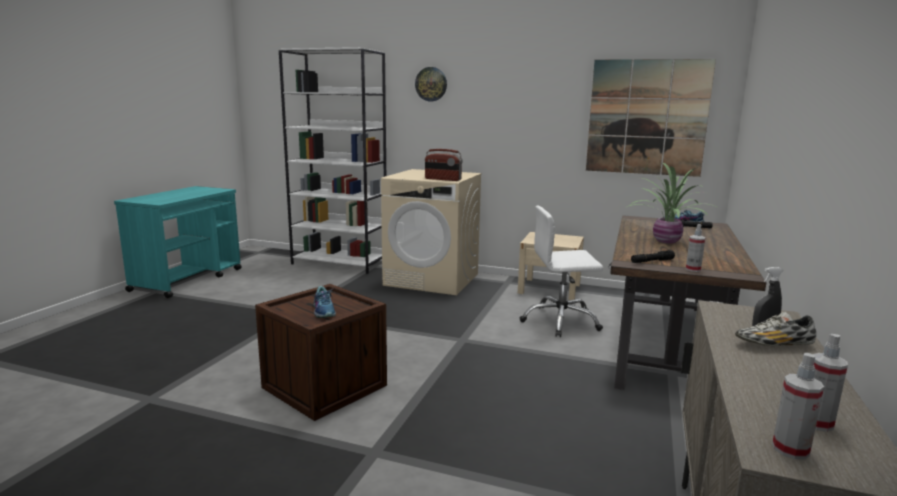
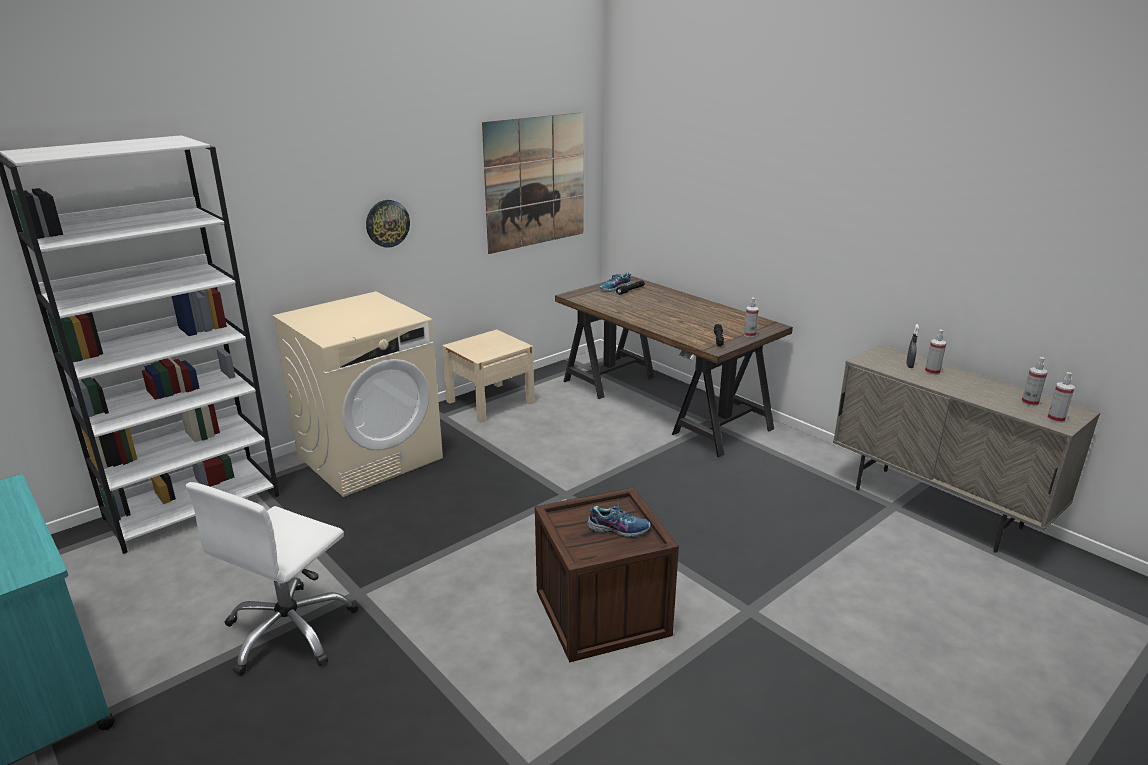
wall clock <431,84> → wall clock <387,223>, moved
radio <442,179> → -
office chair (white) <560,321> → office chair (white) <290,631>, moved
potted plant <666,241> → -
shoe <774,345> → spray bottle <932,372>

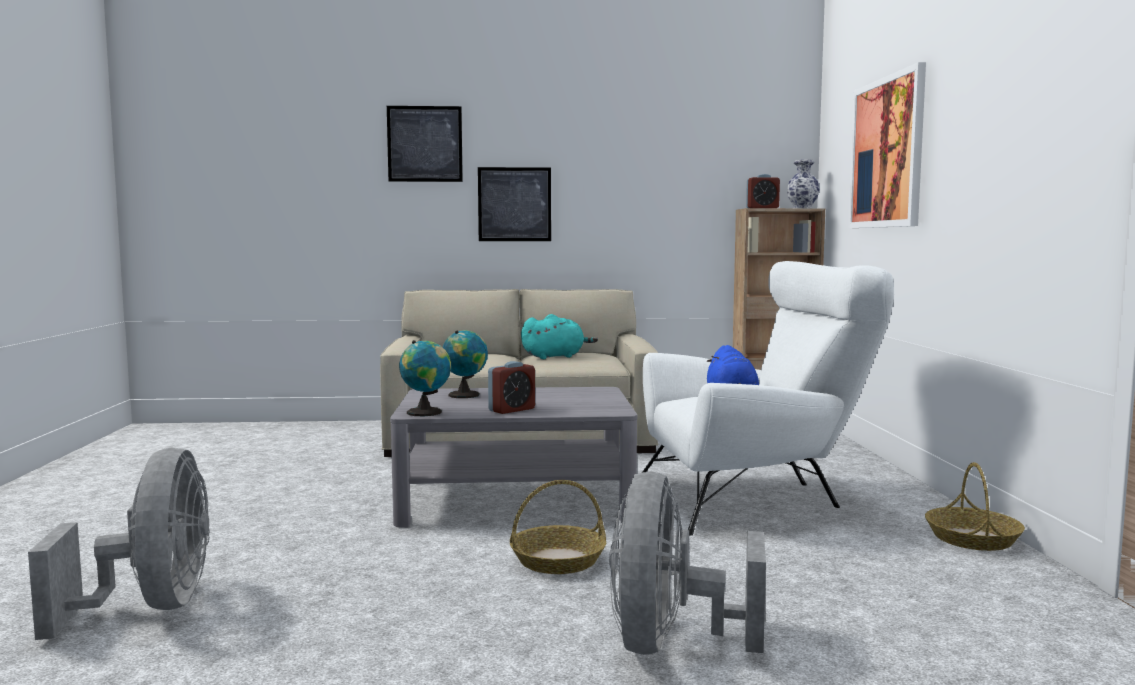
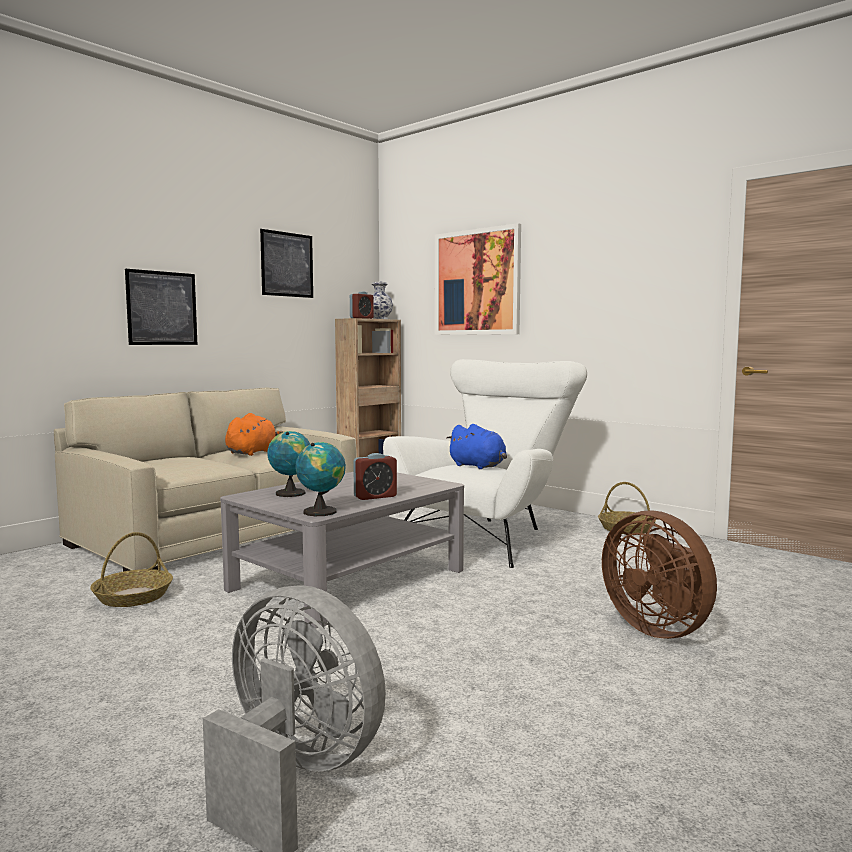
picture <425,144> → picture <287,264>, moved
alarm clock <512,410> → alarm clock <375,496>, 60 degrees clockwise
basket <558,560> → basket <133,596>, moved
plush toy (turquoise) <555,357> → plush toy (orange) <252,452>
fan (grey) <670,643> → fan (brown) <660,628>

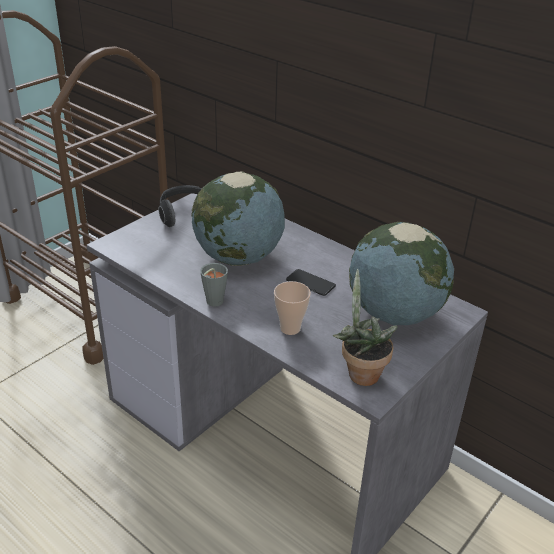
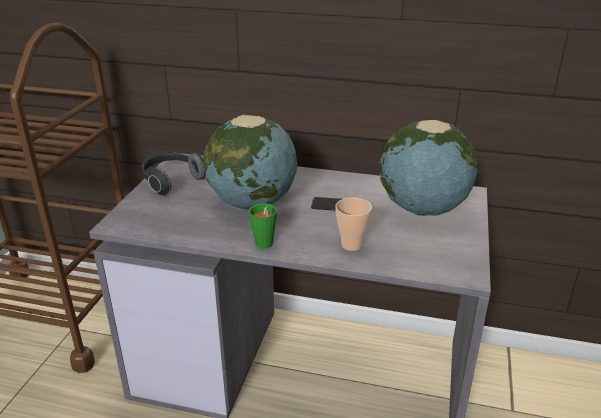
cup (grey) <212,303> → cup (green) <263,246>
potted plant <360,372> → -

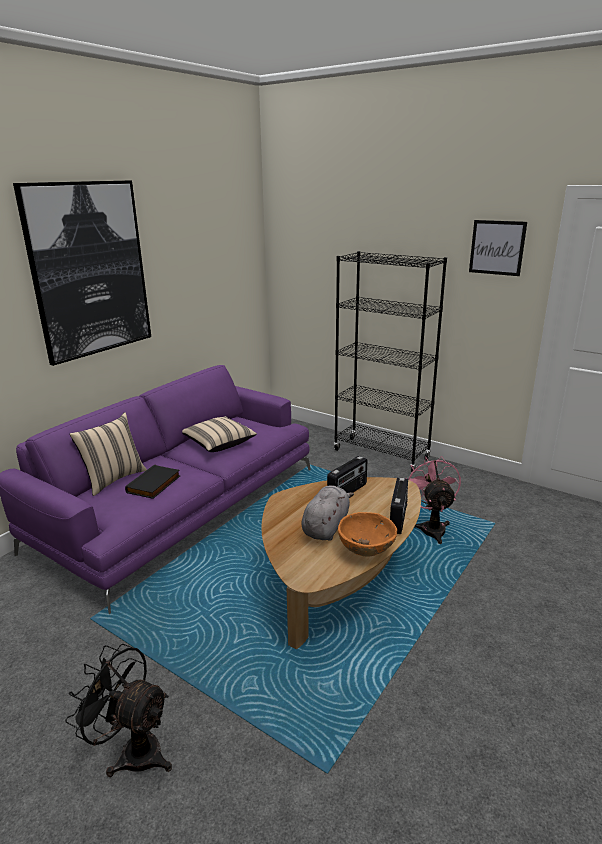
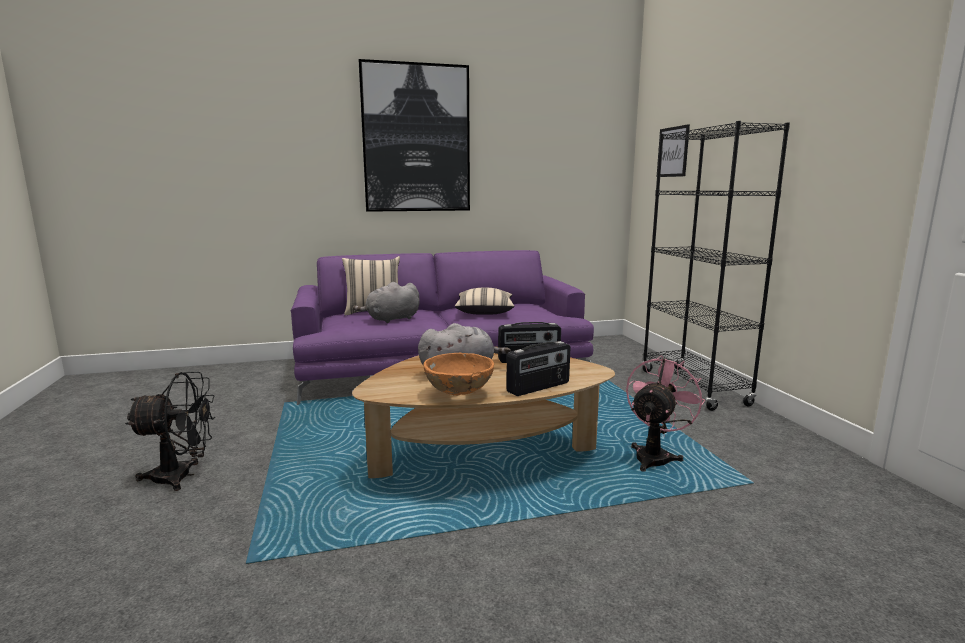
fan (black) <133,751> → fan (black) <182,476>, 105 degrees clockwise
book (black) <154,484> → plush toy (grey) <391,319>
picture <497,247> → picture <673,152>, moved

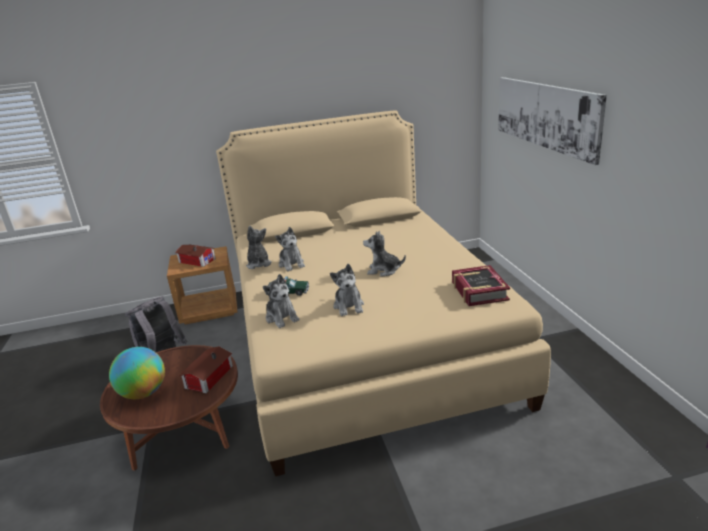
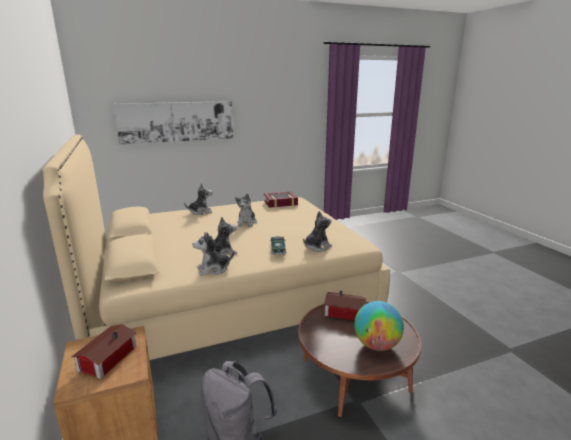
plush toy <349,306> → plush toy <200,212>, moved

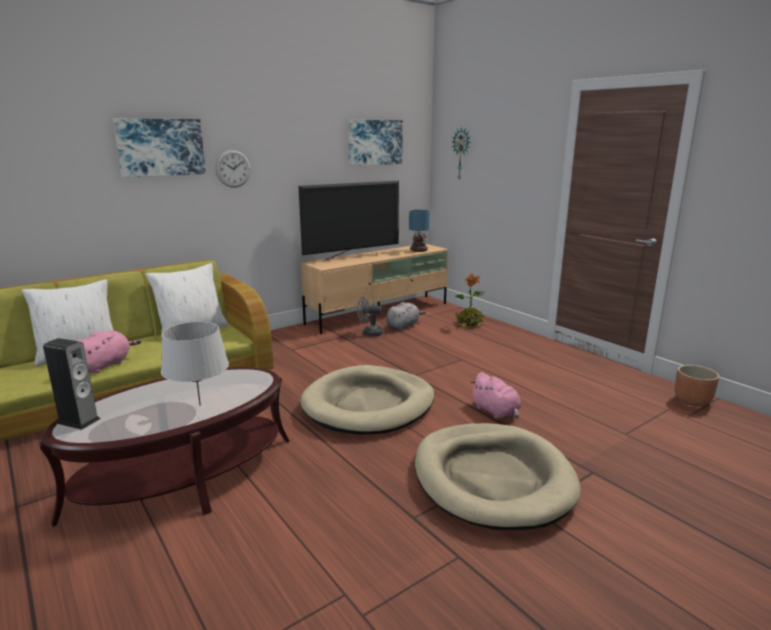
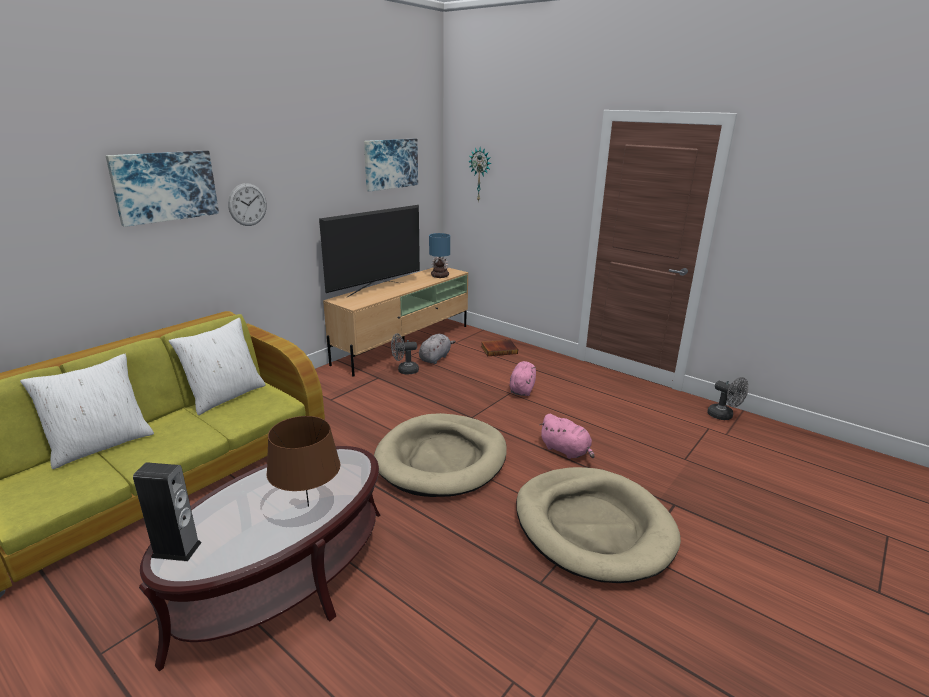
plush toy (pink) <105,365> → plush toy (pink) <522,389>, moved
table lamp (grey) <200,405> → table lamp (brown) <308,506>
potted plant <469,324> → book <499,349>
planter (brown) <692,401> → fan (grey) <724,416>

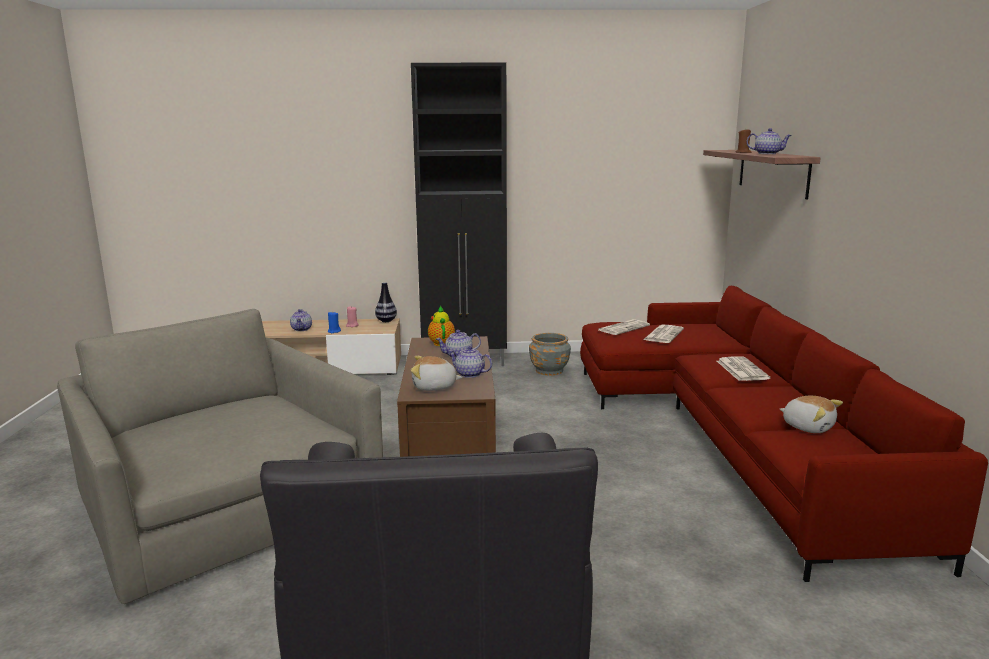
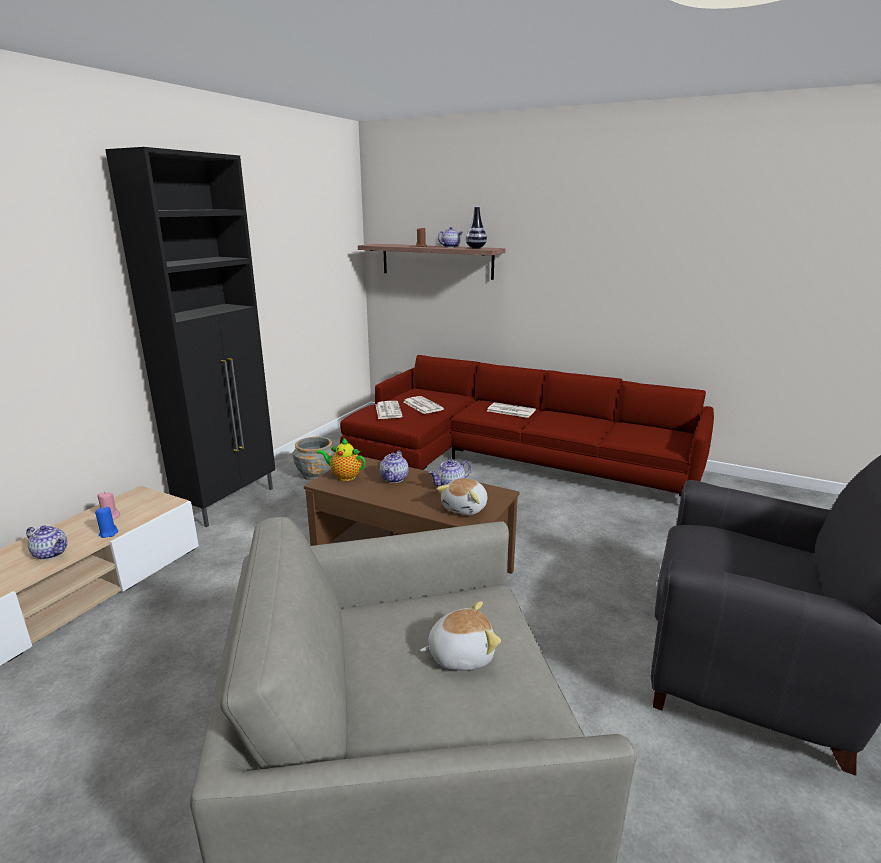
vase <386,321> → vase <476,248>, moved
plush toy <808,427> → plush toy <460,654>, moved

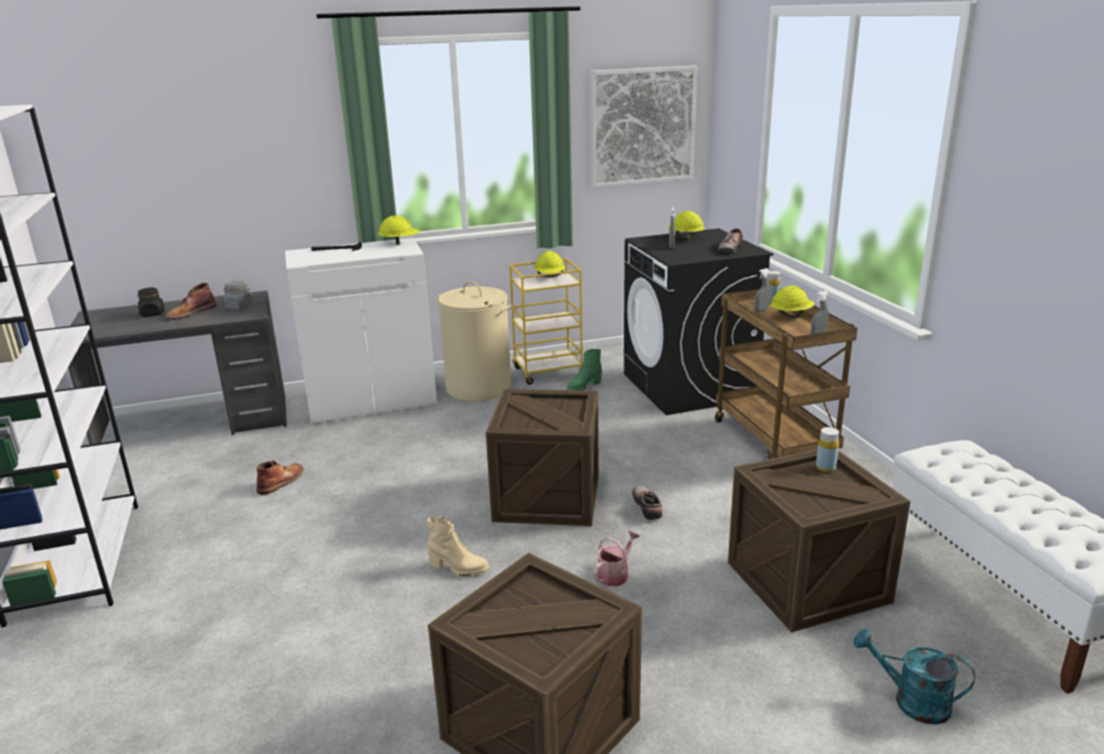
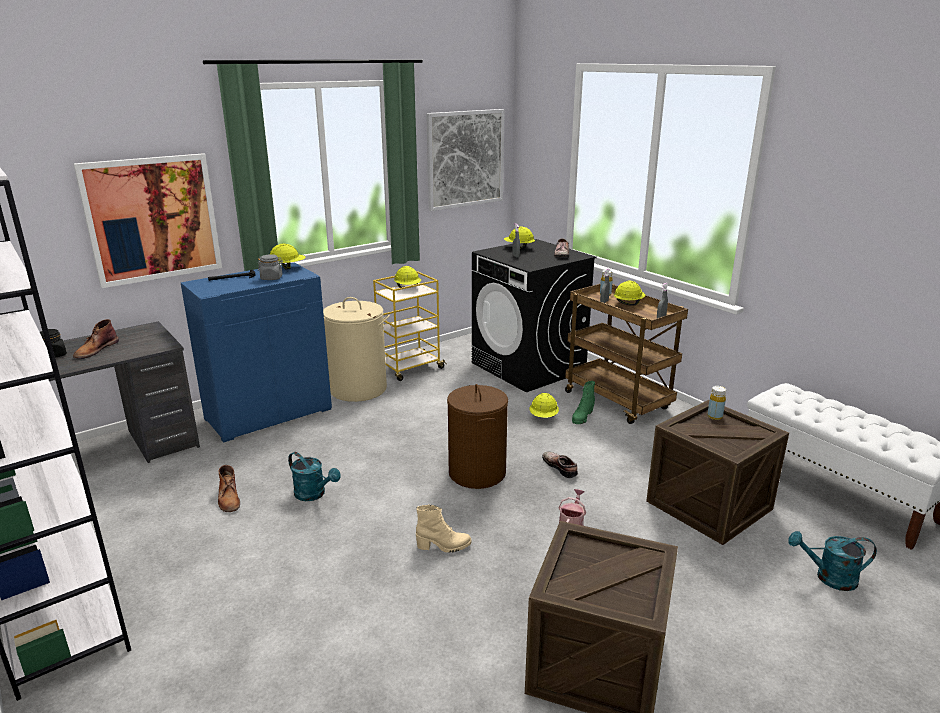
jar (grey) <239,307> → jar (grey) <271,278>, moved
boot (brown) <281,481> → boot (brown) <229,498>, 150 degrees clockwise
cabinet (white) <372,402> → cabinet (blue) <269,413>
crate <547,497> → laundry basket (brown) <477,473>
boot (green) <584,387> → boot (green) <582,417>, moved
- → picture <152,219>
- → watering can (turquoise) <314,494>
- → hard hat (yellow) <543,417>

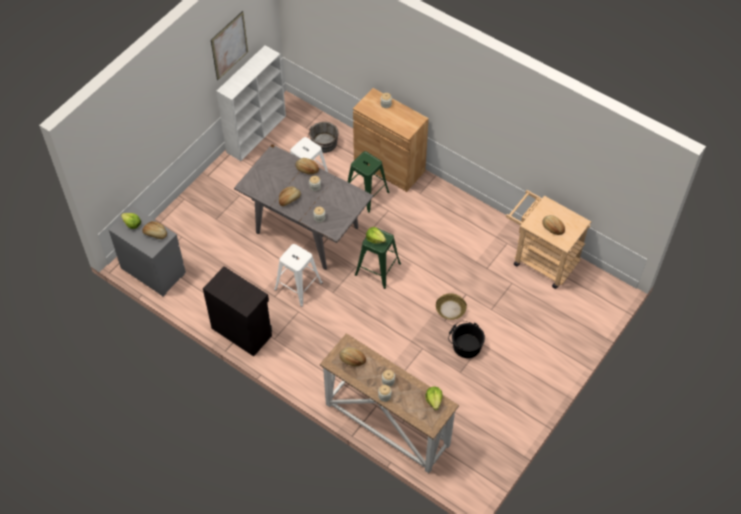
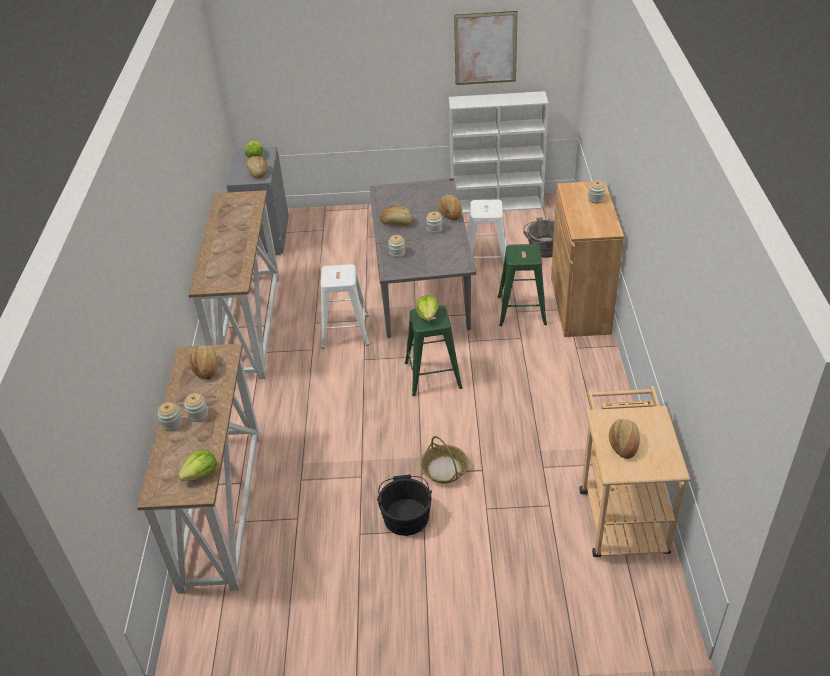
cabinet (black) <242,331> → console table <249,325>

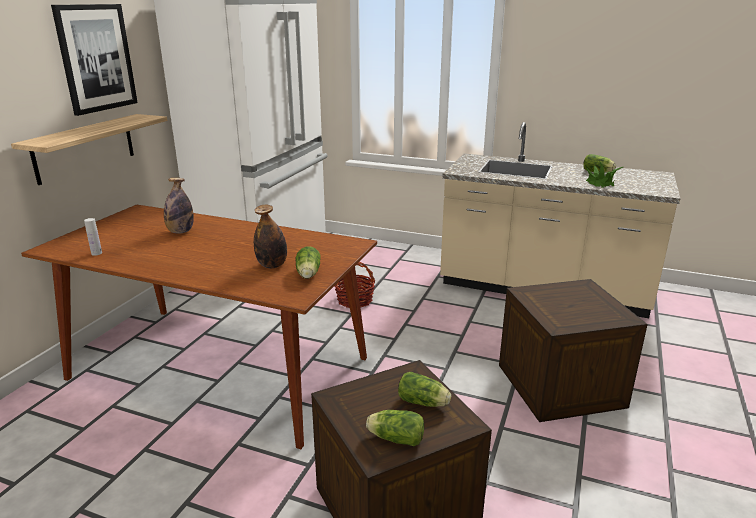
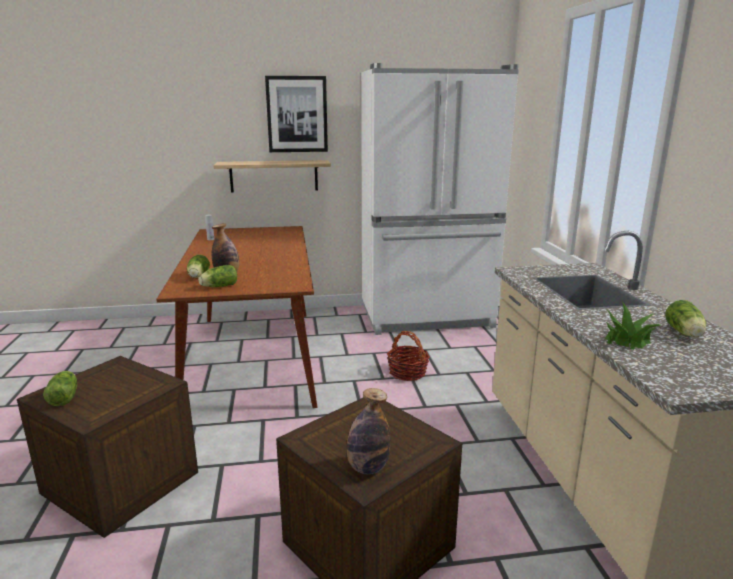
bottle <180,232> → bottle <367,468>, moved
lettuce <424,403> → lettuce <198,276>, moved

